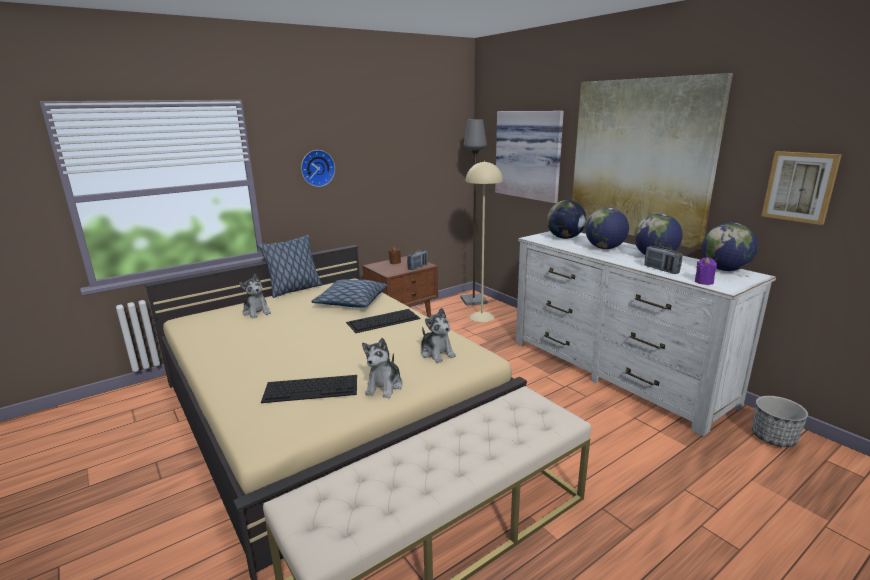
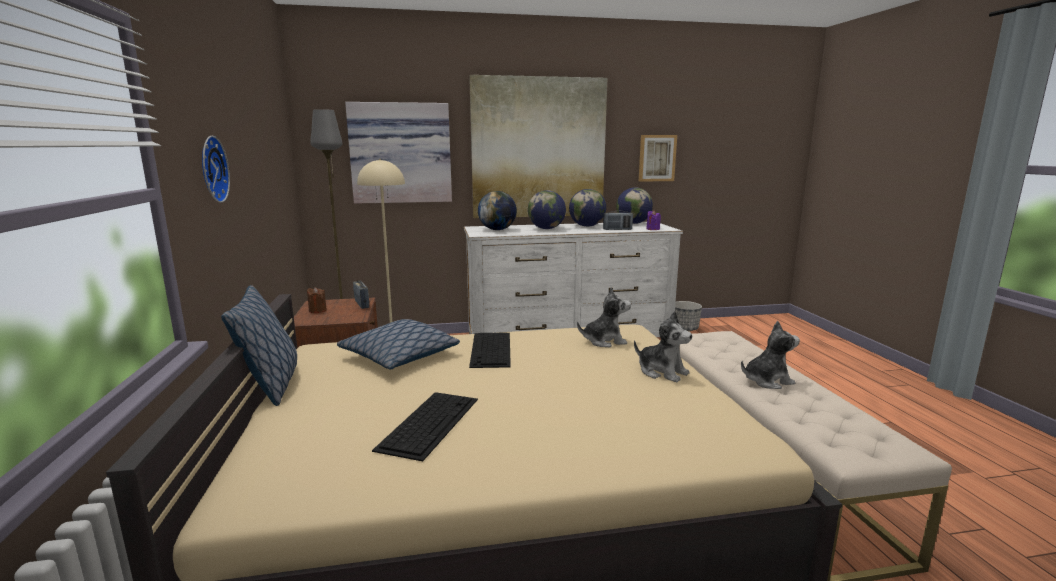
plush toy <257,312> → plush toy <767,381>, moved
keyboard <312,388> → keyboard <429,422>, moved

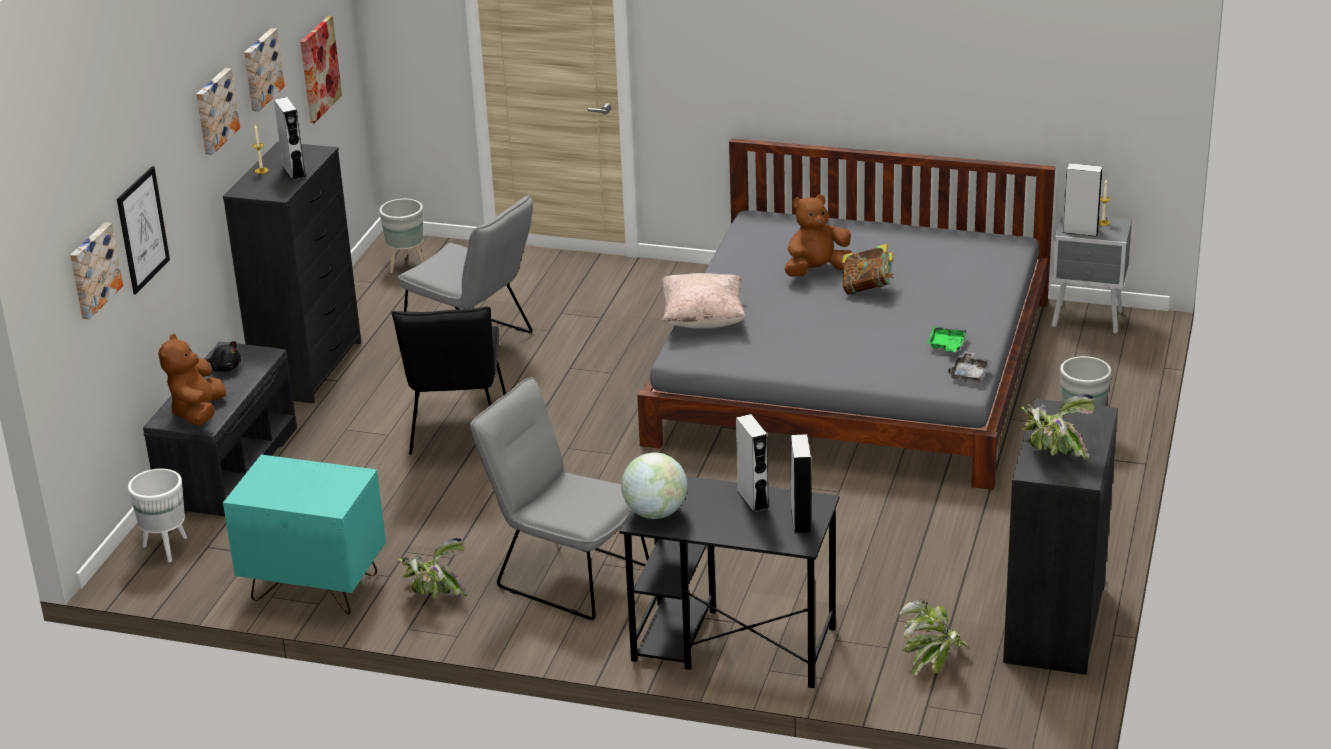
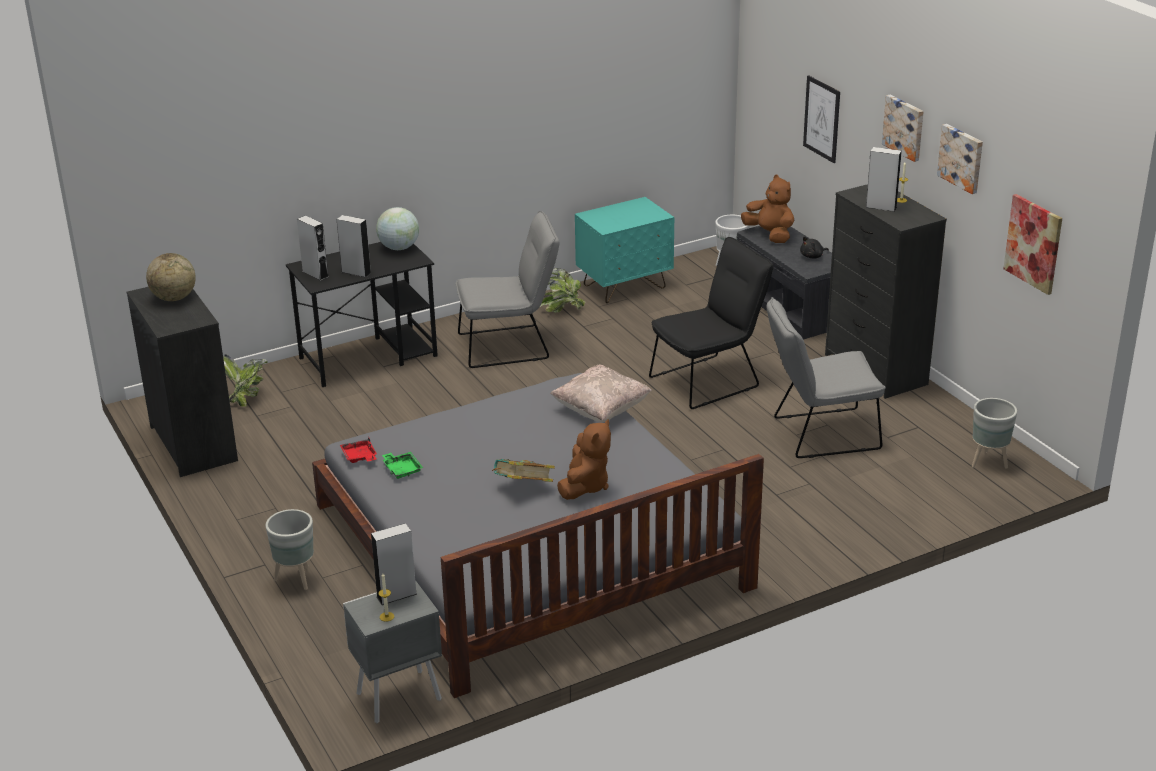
picture <93,270> → -
chair (black) <457,431> → chair (black) <710,380>, 105 degrees clockwise
tray (grey) <969,373> → tray (red) <359,457>
potted plant <1052,453> → globe <174,298>

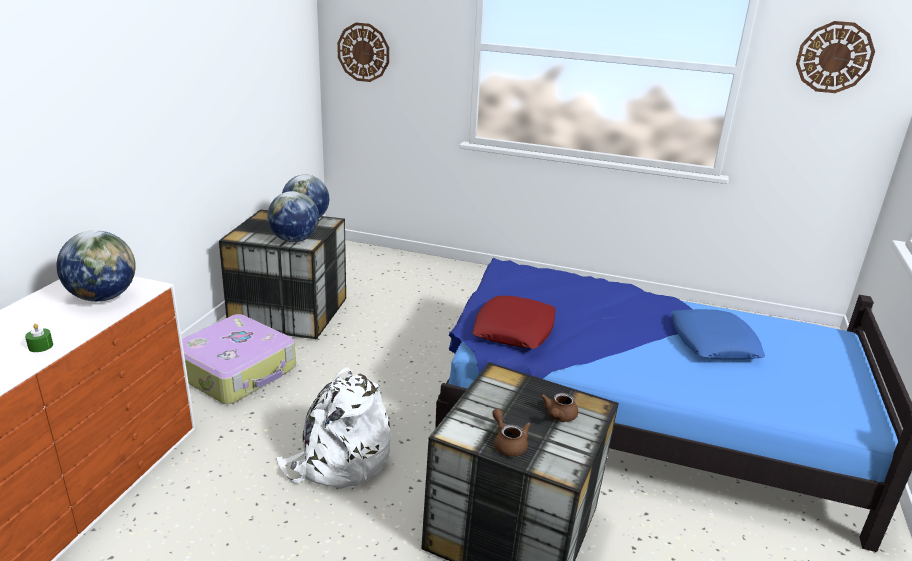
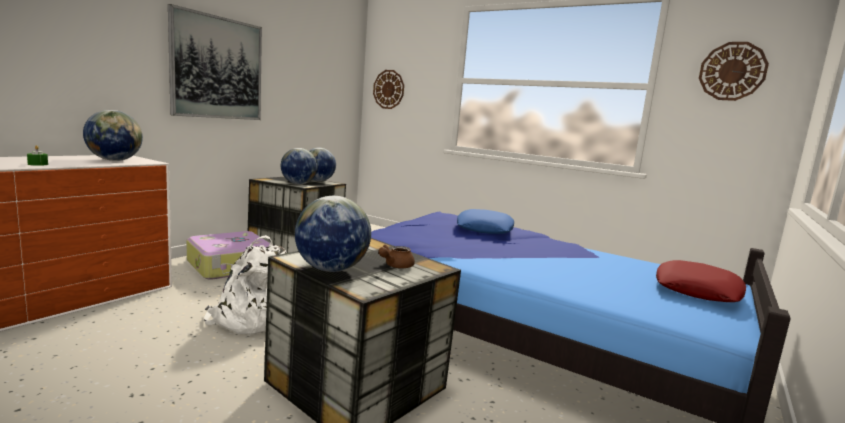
pillow (red) <514,330> → pillow (red) <697,290>, moved
teapot (brown) <508,443> → globe <331,269>
pillow (blue) <713,342> → pillow (blue) <484,228>, moved
- → picture <217,68>

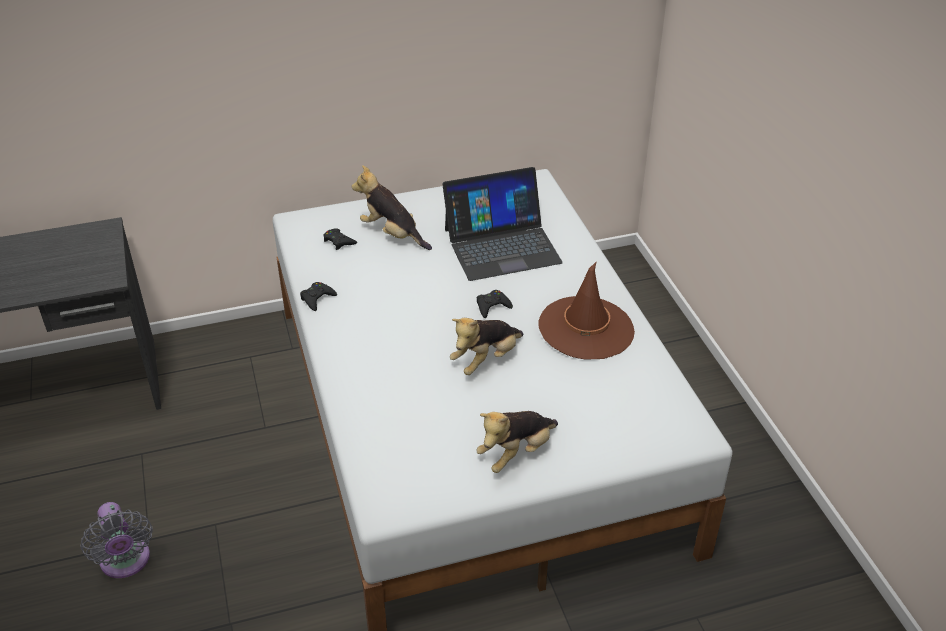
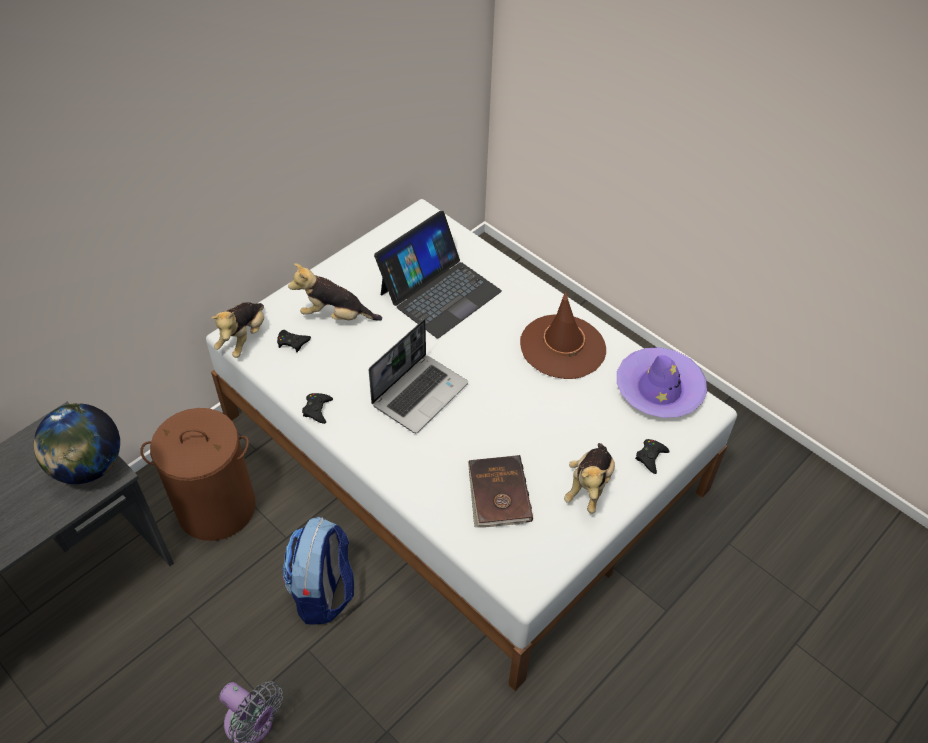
plush toy <486,360> → plush toy <243,338>, moved
game controller (black) <492,306> → game controller (black) <650,457>, moved
- → globe <88,466>
- → laundry basket (brown) <216,507>
- → backpack <323,592>
- → laptop <420,393>
- → book (brown) <498,494>
- → hat (purple) <659,389>

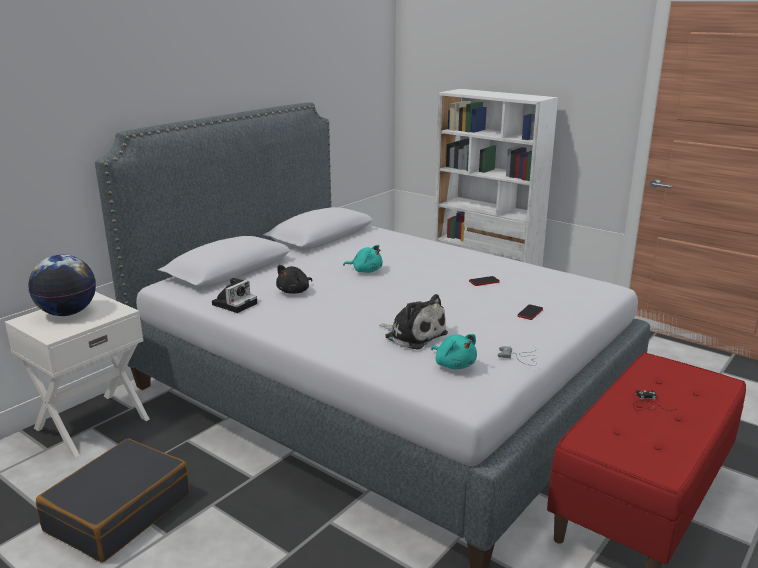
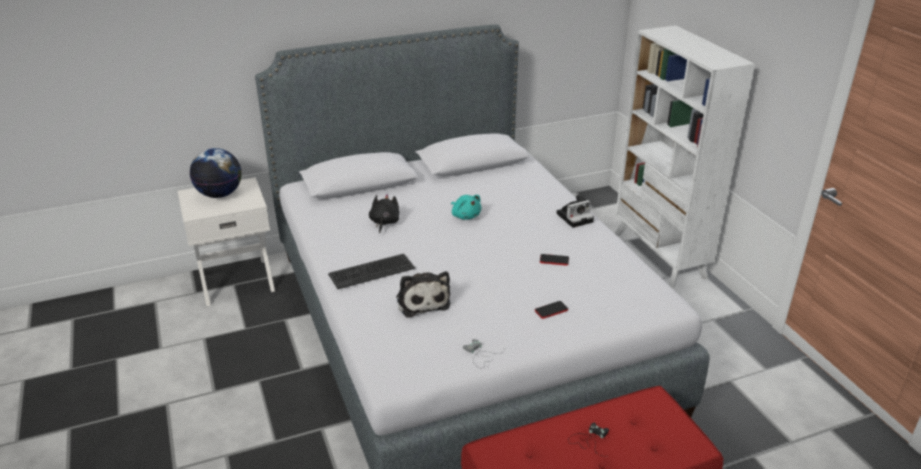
suitcase (black) <118,512> → -
photo camera <235,303> → photo camera <575,217>, moved
plush toy (black) <295,291> → plush toy (black) <384,222>, 120 degrees clockwise
plush toy (turquoise) <454,364> → -
- → keyboard <371,271>

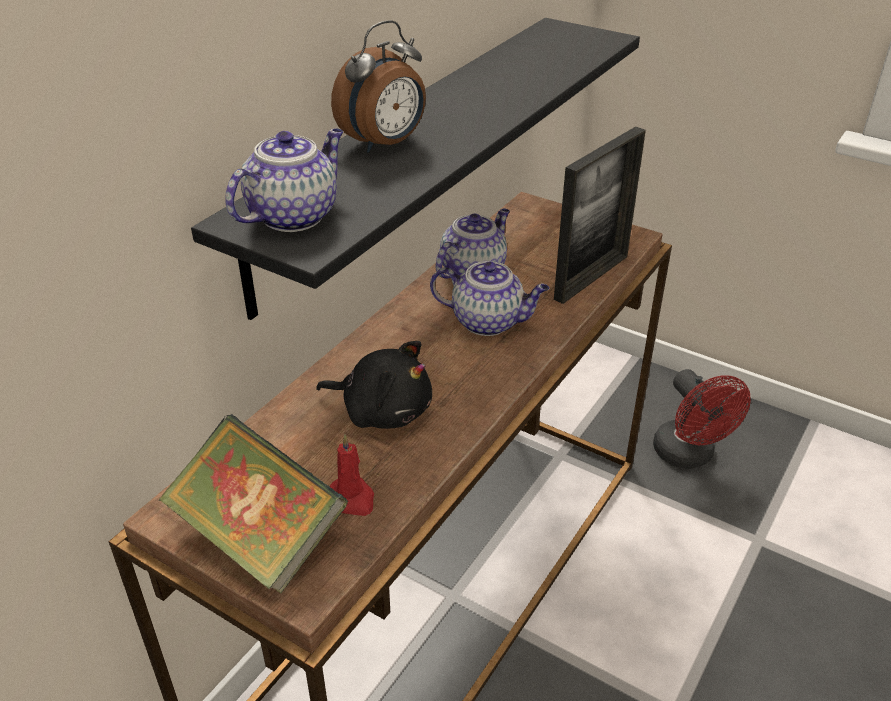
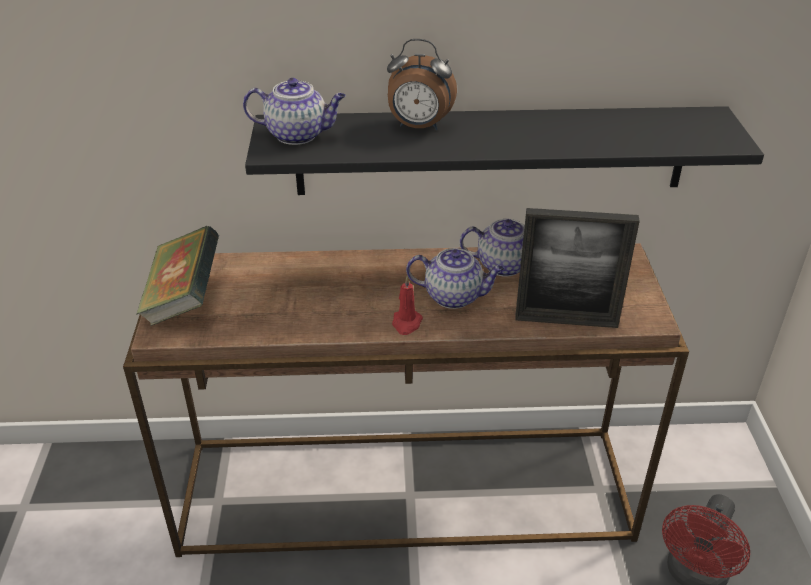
plush toy (black) <383,410> → -
candle (red) <352,499> → candle (red) <406,323>, moved
teapot <489,321> → teapot <455,296>, 60 degrees counterclockwise

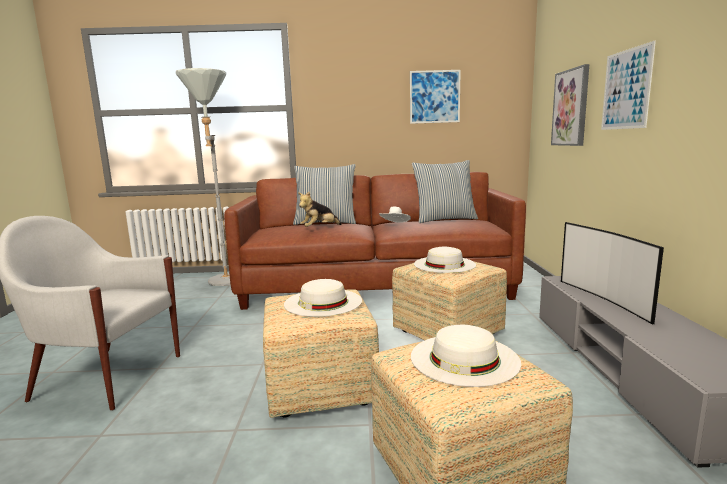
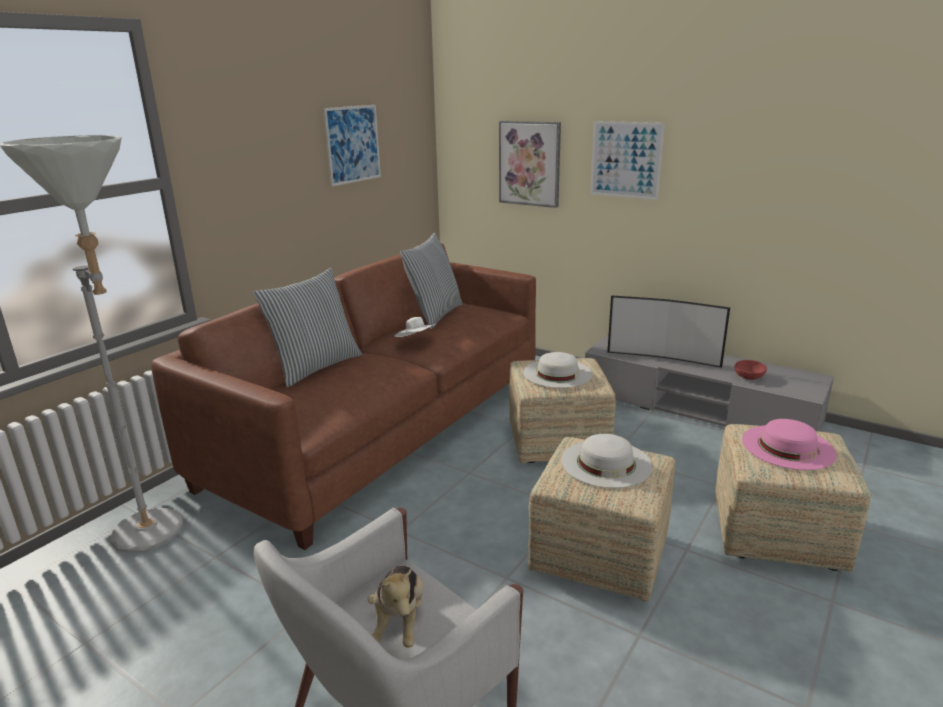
plush toy <319,228> → plush toy <399,622>, moved
hat (white) <464,358> → hat (pink) <788,447>
- → bowl (red) <749,377>

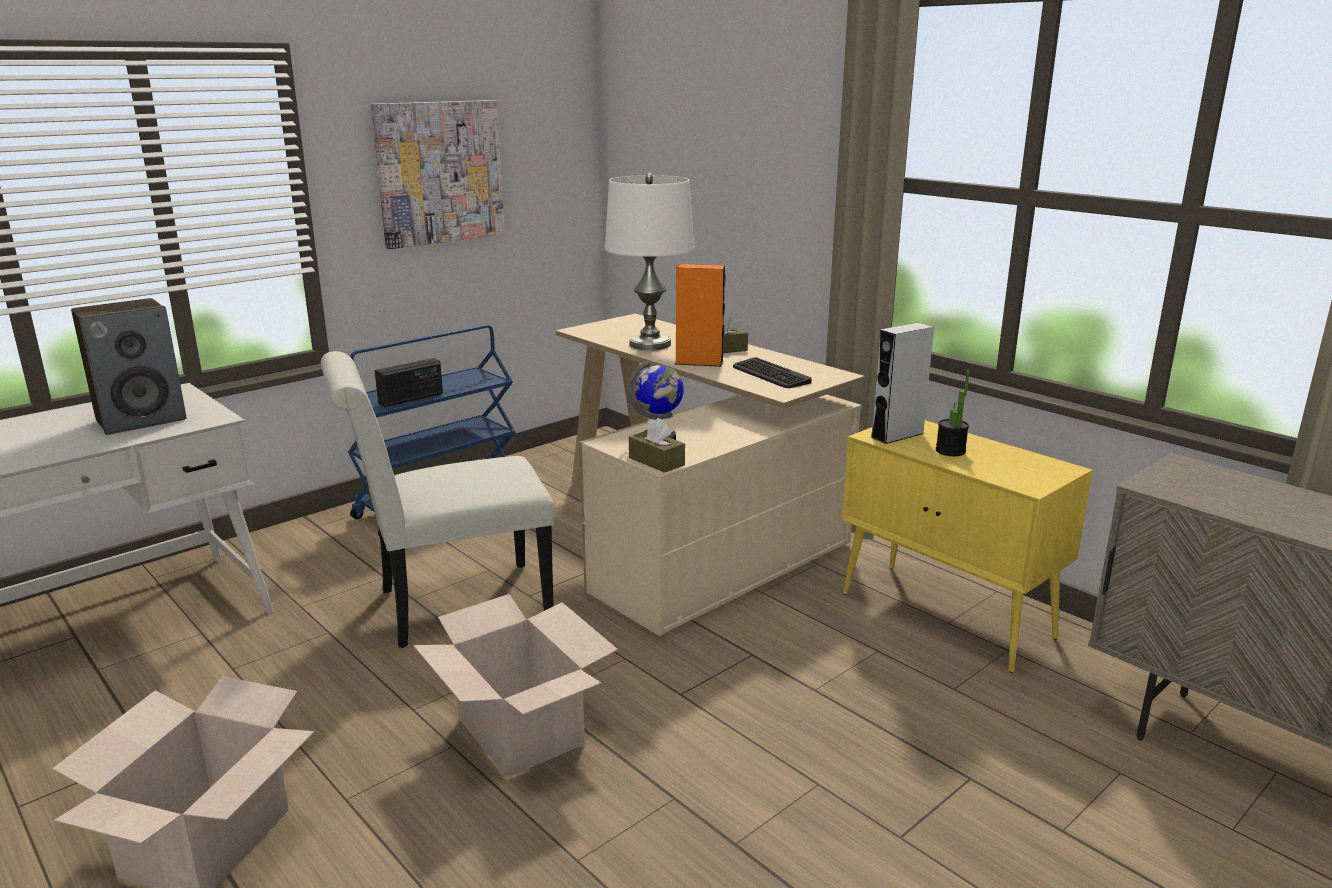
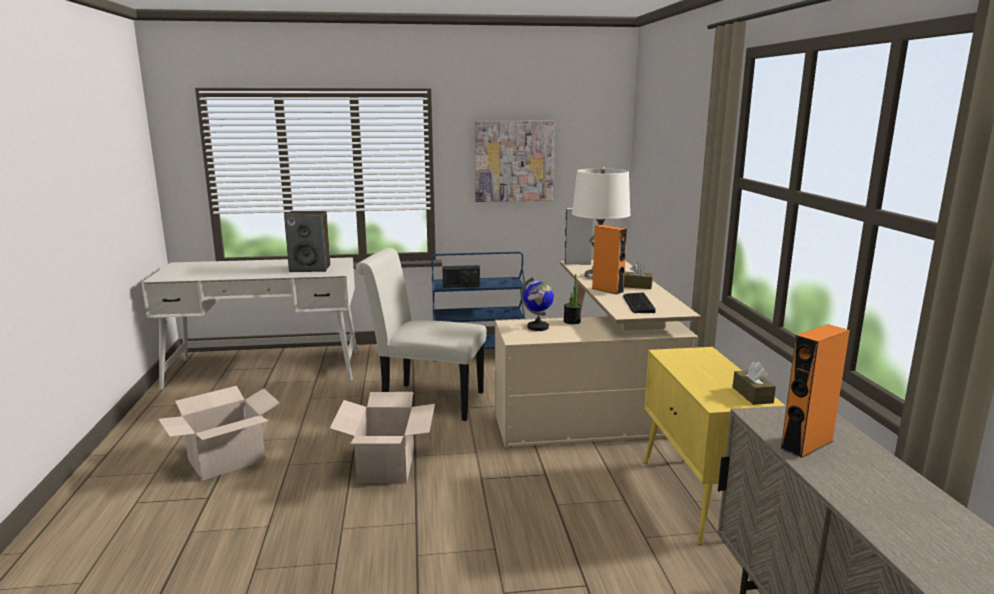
tissue box (brown) <656,461> → tissue box (brown) <752,395>, moved
speaker (grey) <897,435> → speaker (grey) <577,263>, moved
potted plant <950,451> → potted plant <572,321>, moved
- → speaker (orange) <806,445>

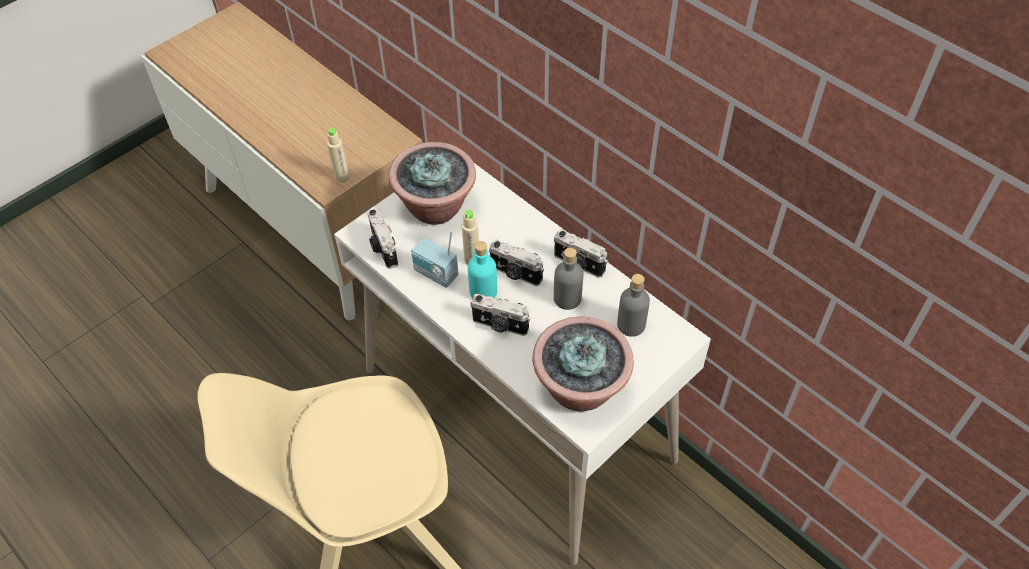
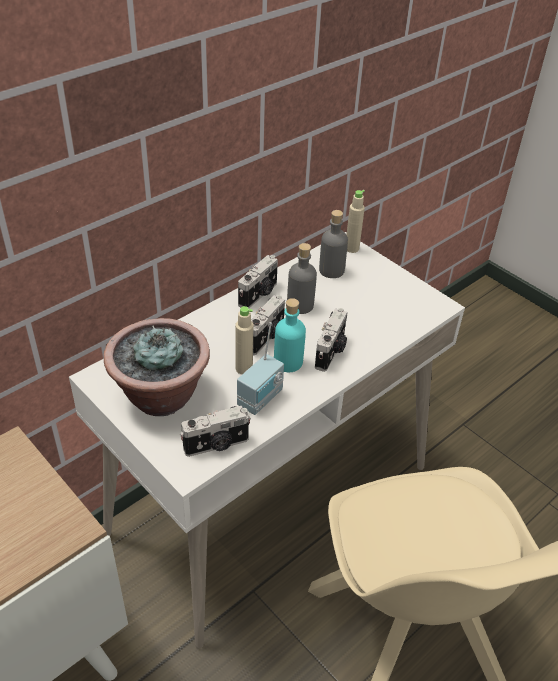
bottle (beige) <342,177> → bottle (beige) <352,248>, moved
potted plant <580,388> → -

